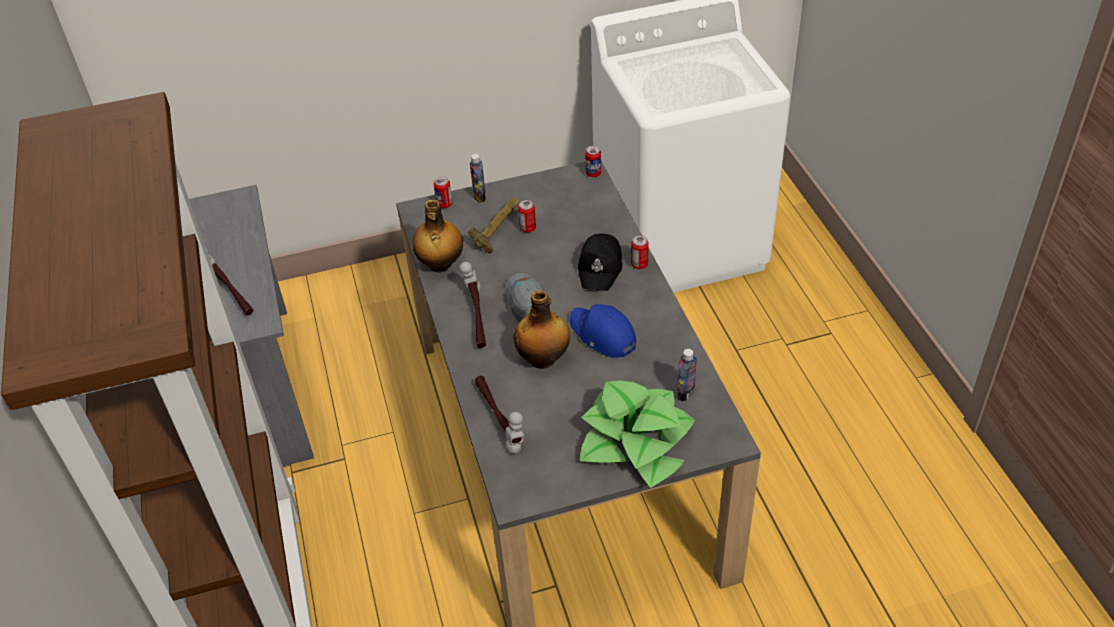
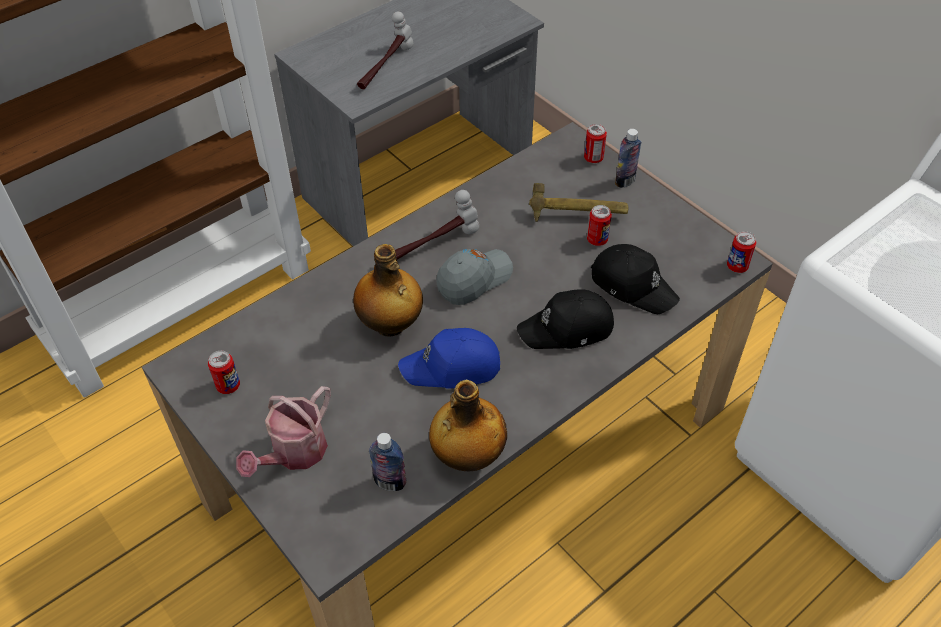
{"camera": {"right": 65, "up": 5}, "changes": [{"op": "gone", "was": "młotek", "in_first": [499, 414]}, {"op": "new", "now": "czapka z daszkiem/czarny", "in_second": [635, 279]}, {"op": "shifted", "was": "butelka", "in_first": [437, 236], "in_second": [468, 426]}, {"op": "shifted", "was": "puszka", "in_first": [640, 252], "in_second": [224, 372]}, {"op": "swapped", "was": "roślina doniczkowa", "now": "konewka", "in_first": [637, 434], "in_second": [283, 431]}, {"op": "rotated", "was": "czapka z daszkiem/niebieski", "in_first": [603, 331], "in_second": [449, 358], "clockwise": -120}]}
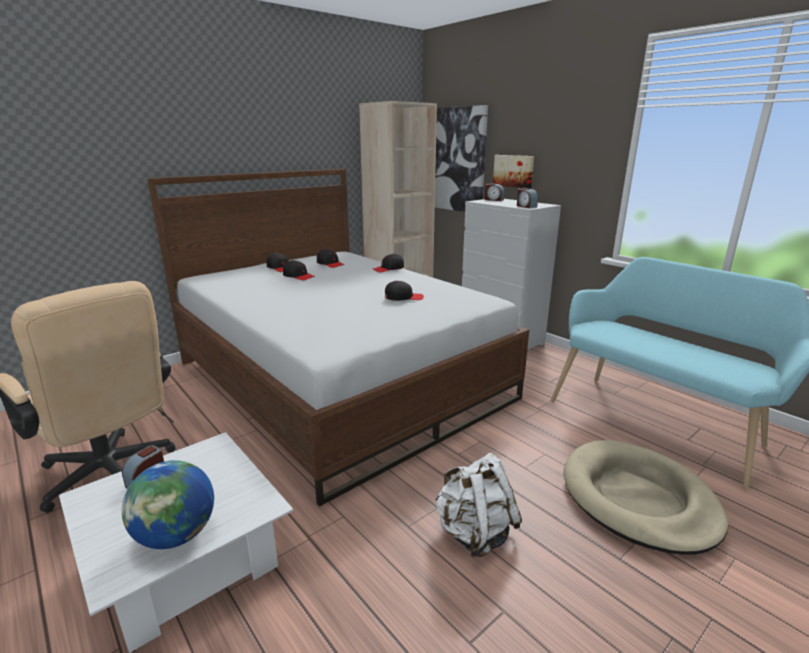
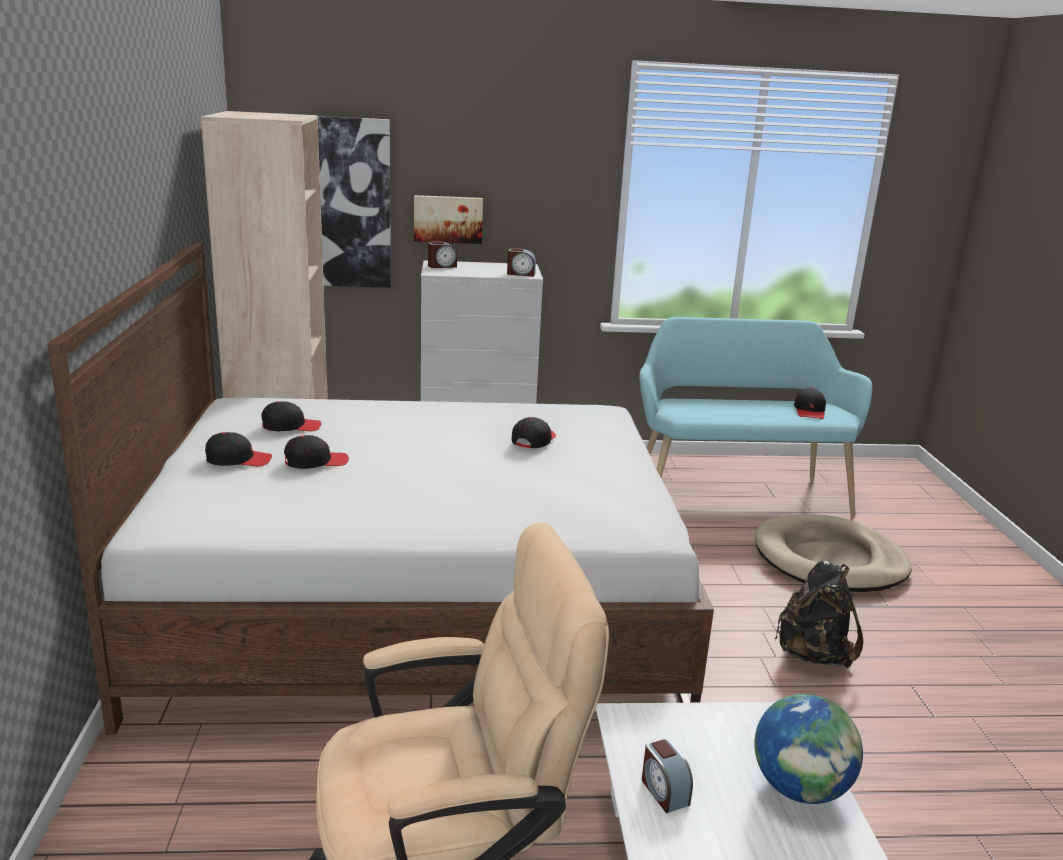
{"camera": {"right": -55, "up": 0}, "changes": [{"op": "shifted", "was": "czapka z daszkiem/czarny", "in_first": [388, 263], "in_second": [810, 403]}, {"op": "repainted", "was": "plecak/biały", "now": "plecak/czarny", "in_first": [478, 505], "in_second": [819, 614]}]}
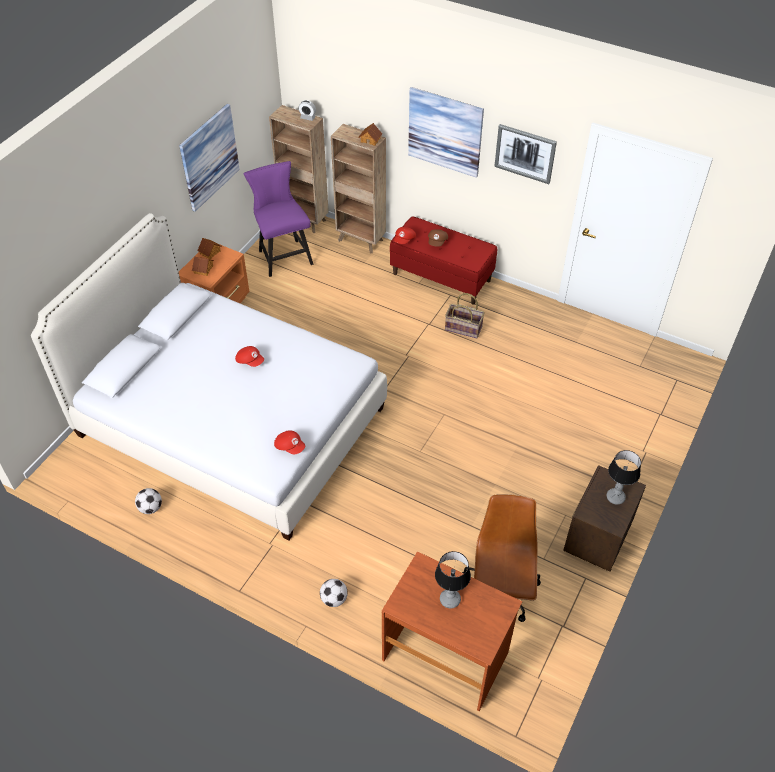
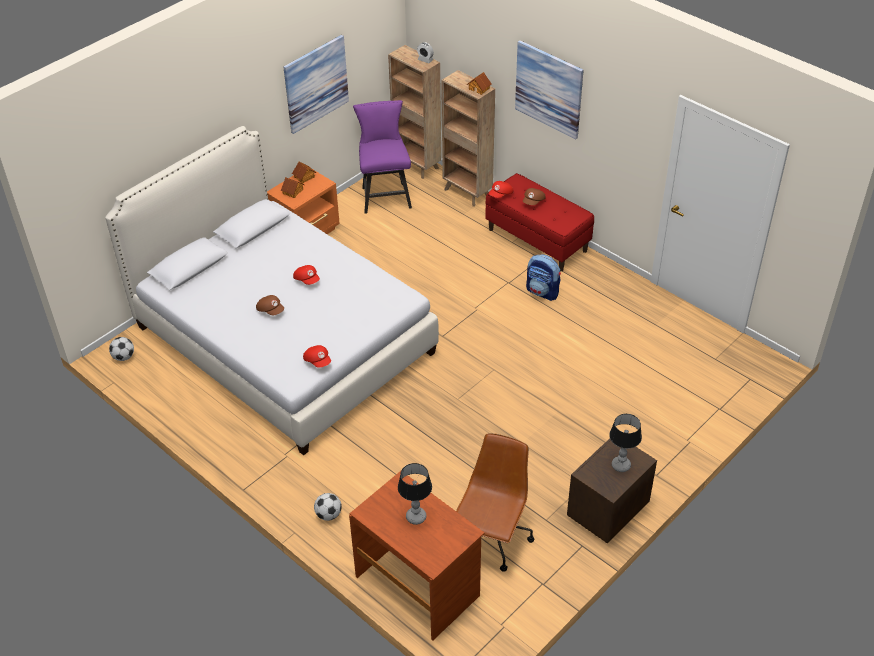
{"camera": {"right": 15, "up": -5}, "changes": [{"op": "gone", "was": "obraz", "in_first": [525, 154]}, {"op": "new", "now": "czapka z daszkiem/brązowy", "in_second": [270, 305]}, {"op": "shifted", "was": "piłka futbolowa", "in_first": [148, 501], "in_second": [121, 349]}, {"op": "swapped", "was": "koszyk", "now": "plecak", "in_first": [465, 315], "in_second": [543, 277]}]}
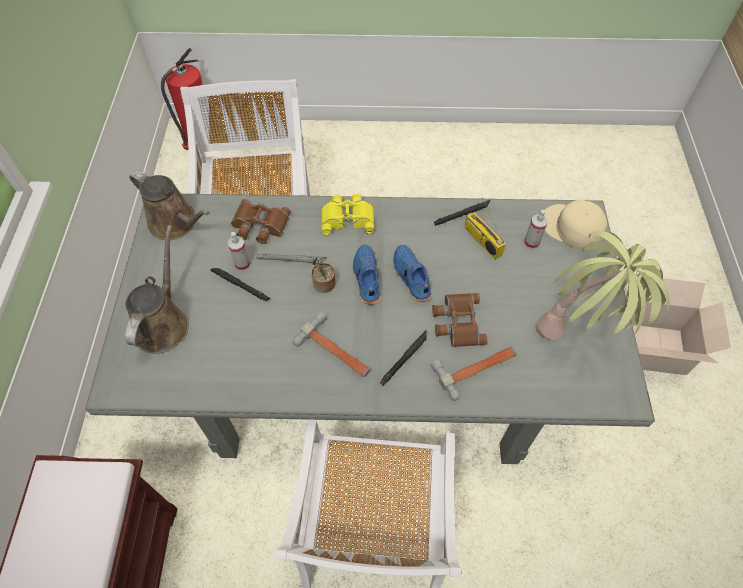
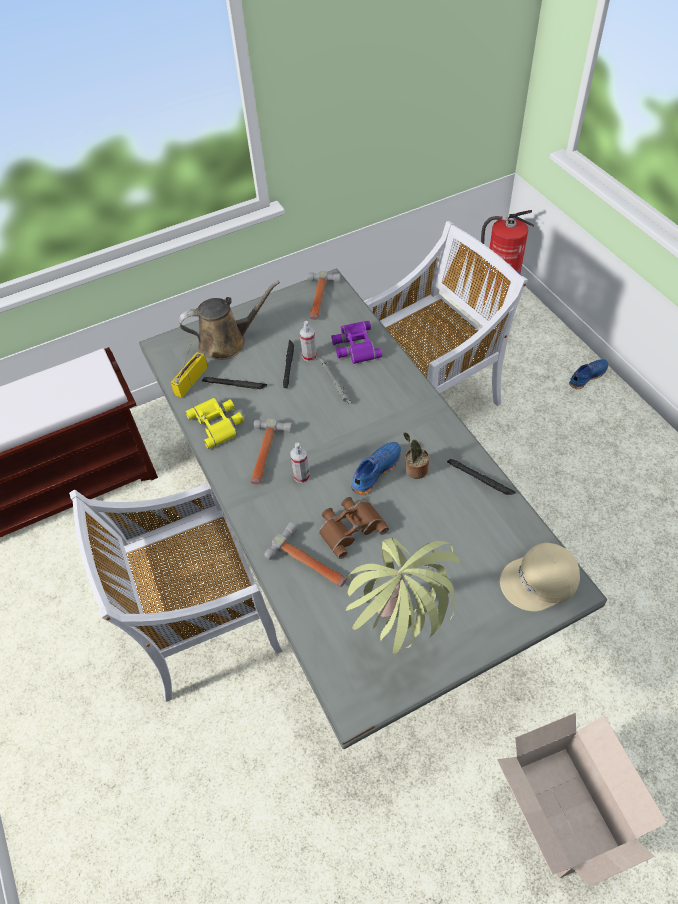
{"camera": {"right": 65, "up": -5}, "changes": [{"op": "shifted", "was": "roślina doniczkowa", "in_first": [323, 275], "in_second": [416, 455]}, {"op": "shifted", "was": "lornetka/żółty", "in_first": [347, 214], "in_second": [214, 423]}, {"op": "shifted", "was": "but/niebieski", "in_first": [367, 274], "in_second": [588, 374]}, {"op": "shifted", "was": "latarka/czarny", "in_first": [403, 358], "in_second": [234, 383]}, {"op": "shifted", "was": "radio", "in_first": [485, 228], "in_second": [189, 368]}, {"op": "shifted", "was": "spryskiwacz", "in_first": [536, 229], "in_second": [300, 463]}, {"op": "swapped", "was": "konewka/brązowy", "now": "młotek", "in_first": [169, 205], "in_second": [324, 295]}, {"op": "repainted", "was": "lornetka/brązowy", "now": "lornetka/fioletowy", "in_first": [261, 221], "in_second": [356, 342]}, {"op": "rotated", "was": "czapka z daszkiem/beżowy", "in_first": [576, 225], "in_second": [540, 577], "clockwise": -120}]}
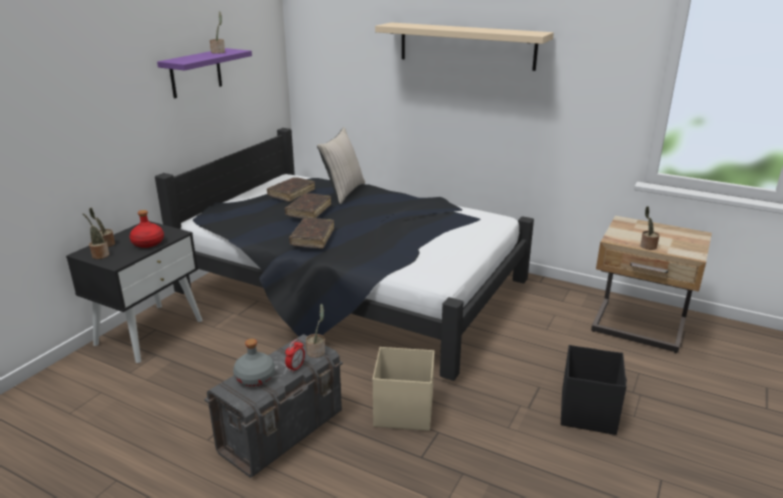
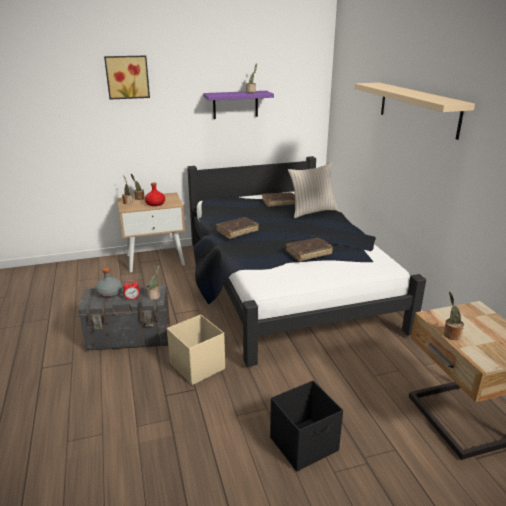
{"camera": {"right": 45, "up": 0}, "changes": [{"op": "new", "now": "obraz", "in_second": [127, 78]}, {"op": "shifted", "was": "książka/brązowy", "in_first": [308, 206], "in_second": [309, 250]}, {"op": "repainted", "was": "szafka nocna/czarny", "now": "szafka nocna/beżowy", "in_first": [134, 292], "in_second": [151, 232]}]}
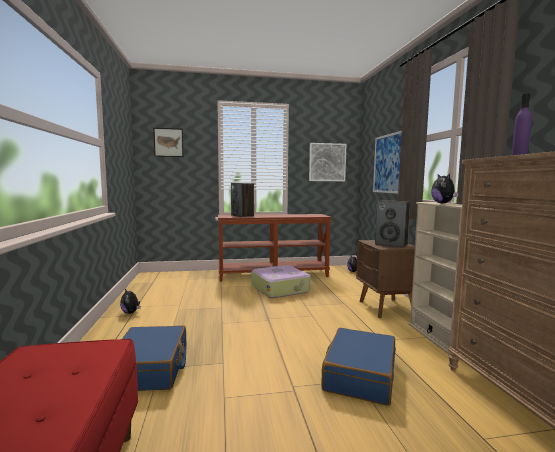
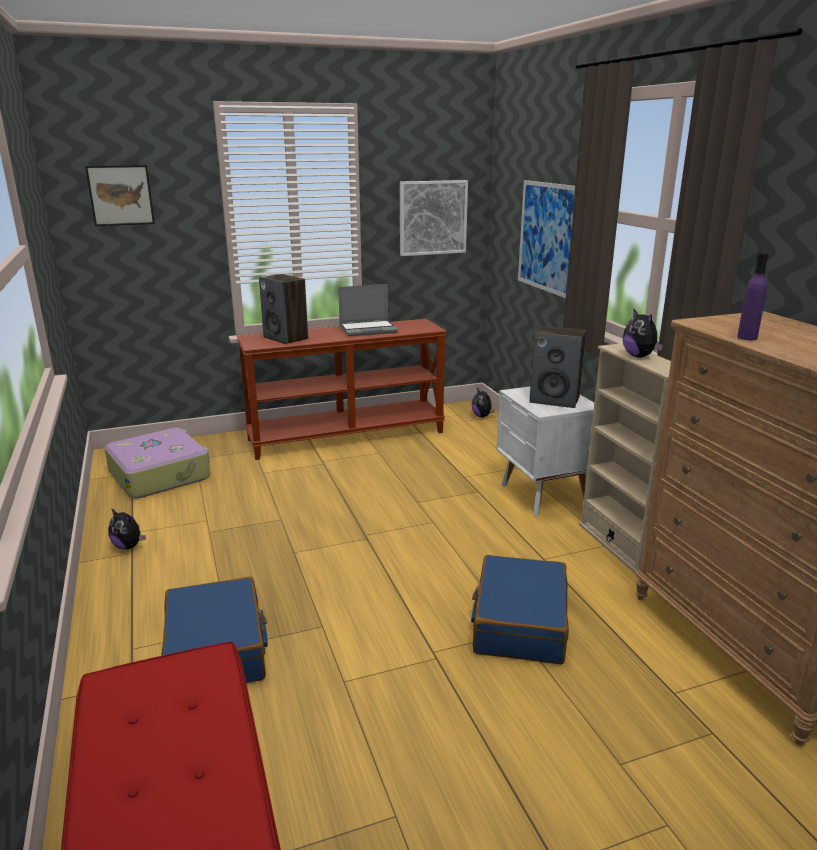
{"camera": {"right": -10, "up": 15}, "changes": [{"op": "new", "now": "laptop", "in_second": [368, 310]}, {"op": "shifted", "was": "walizka", "in_first": [280, 281], "in_second": [157, 463]}, {"op": "repainted", "was": "szafka nocna/brązowy", "now": "szafka nocna/biały", "in_first": [385, 279], "in_second": [545, 451]}]}
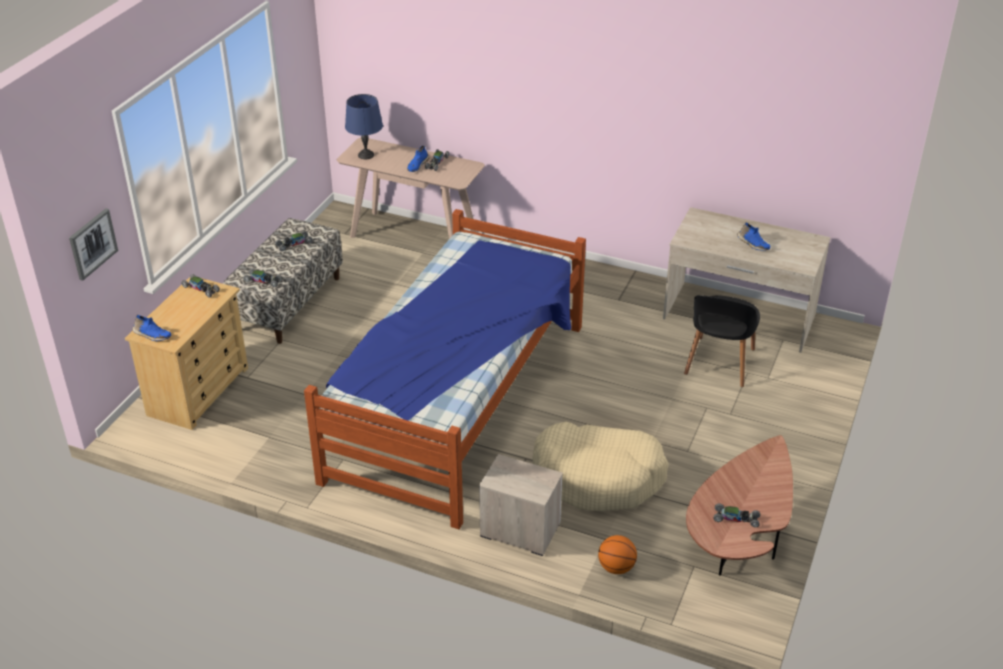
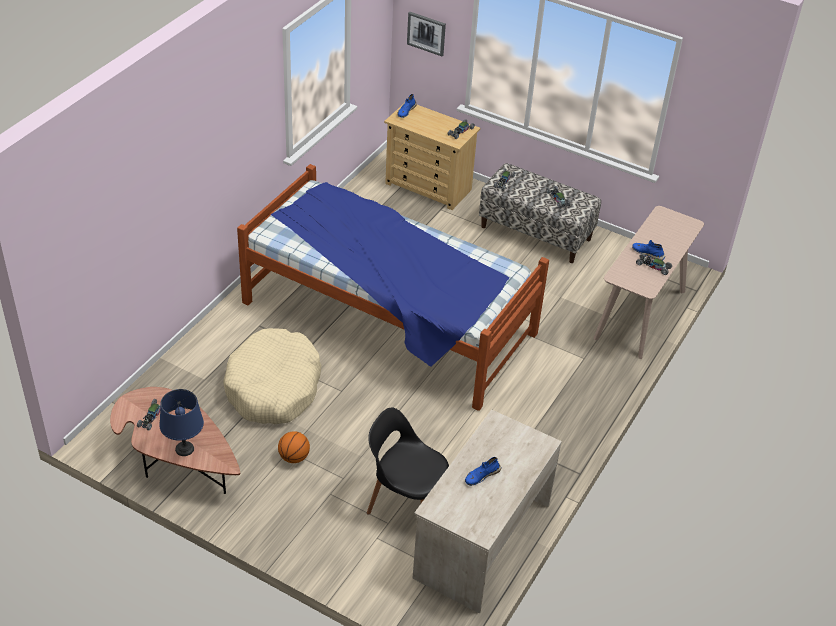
{"camera": {"right": 95, "up": 5}, "changes": [{"op": "gone", "was": "szafka nocna", "in_first": [521, 505]}, {"op": "shifted", "was": "lampa stołowa/niebieski", "in_first": [364, 126], "in_second": [181, 422]}, {"op": "shifted", "was": "piłka do koszykówki", "in_first": [617, 554], "in_second": [294, 447]}]}
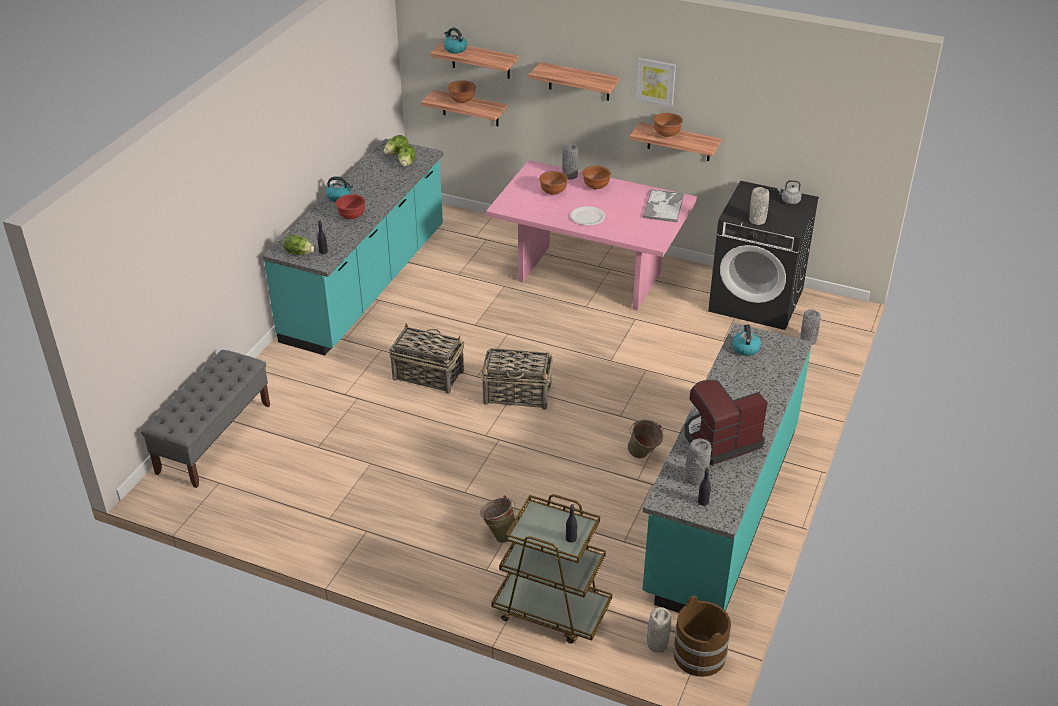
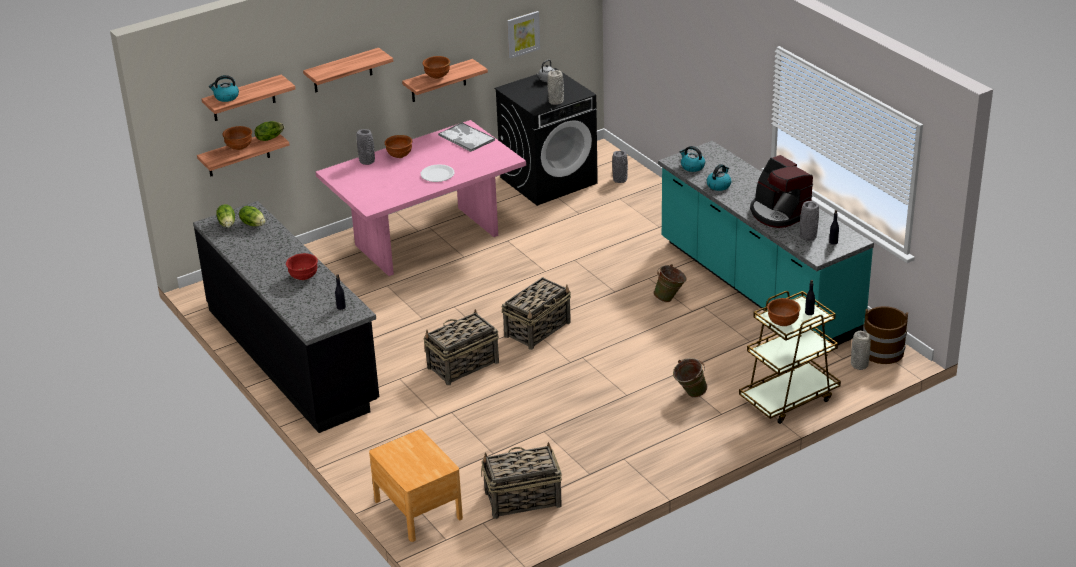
{"camera": {"right": -55, "up": -5}, "changes": [{"op": "new", "now": "koszyk", "in_second": [521, 480]}, {"op": "shifted", "was": "sałata", "in_first": [298, 245], "in_second": [269, 131]}, {"op": "shifted", "was": "czajnik", "in_first": [339, 189], "in_second": [719, 177]}, {"op": "shifted", "was": "miska/brązowy", "in_first": [553, 183], "in_second": [784, 312]}, {"op": "shifted", "was": "obraz", "in_first": [655, 82], "in_second": [523, 35]}, {"op": "swapped", "was": "ławka/szary", "now": "szafka nocna/brązowy", "in_first": [205, 419], "in_second": [416, 485]}, {"op": "repainted", "was": "zabudowa kuchenna/turkusowy", "now": "zabudowa kuchenna/czarny", "in_first": [353, 247], "in_second": [286, 317]}, {"op": "rotated", "was": "ekspres do kawy", "in_first": [726, 422], "in_second": [781, 191], "clockwise": -45}]}
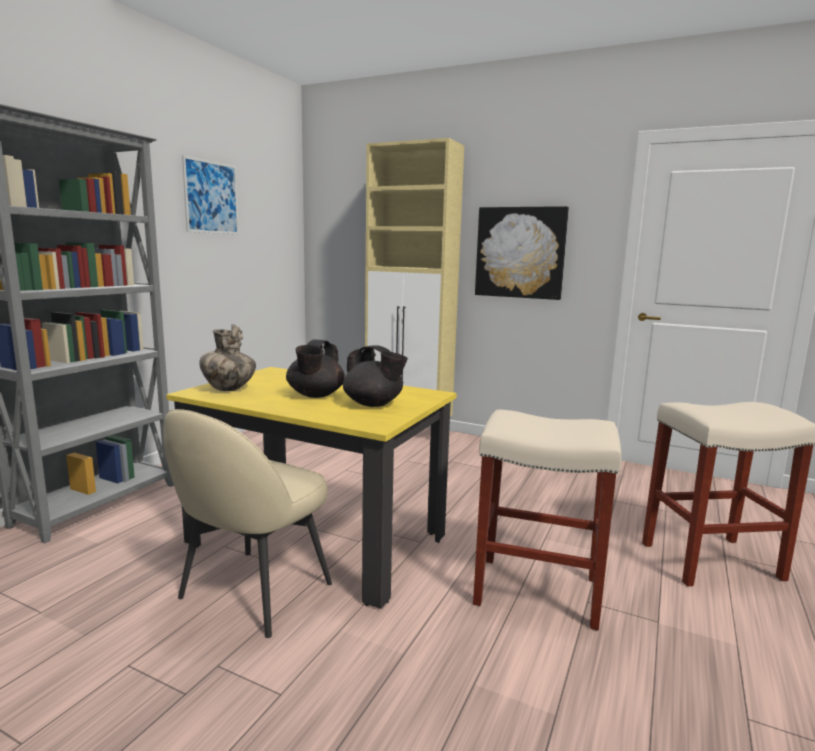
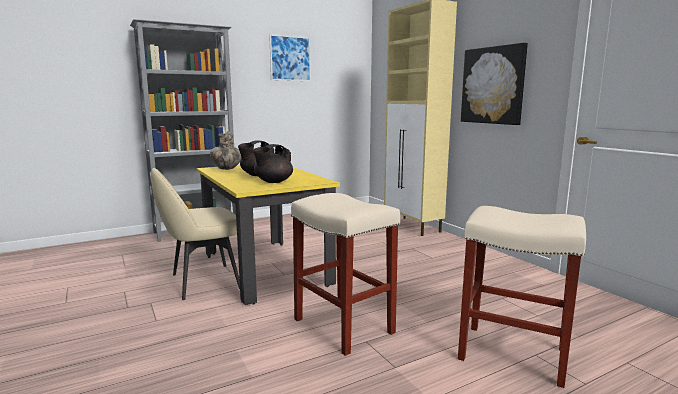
{"camera": {"right": 35, "up": 0}, "changes": [{"op": "rotated", "was": "imbryk/czarny", "in_first": [375, 376], "in_second": [273, 163], "clockwise": 60}]}
